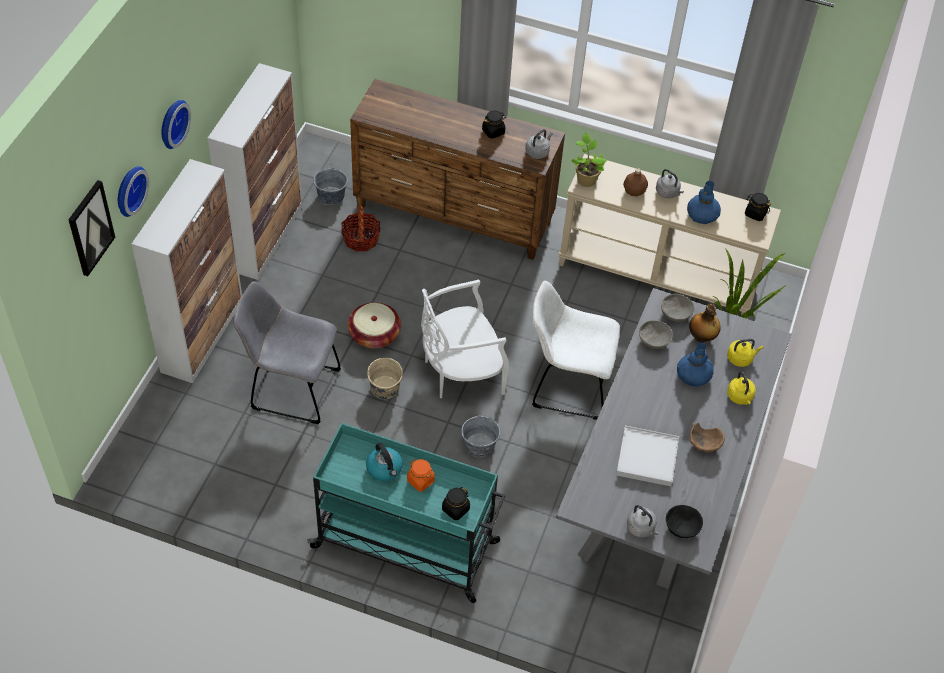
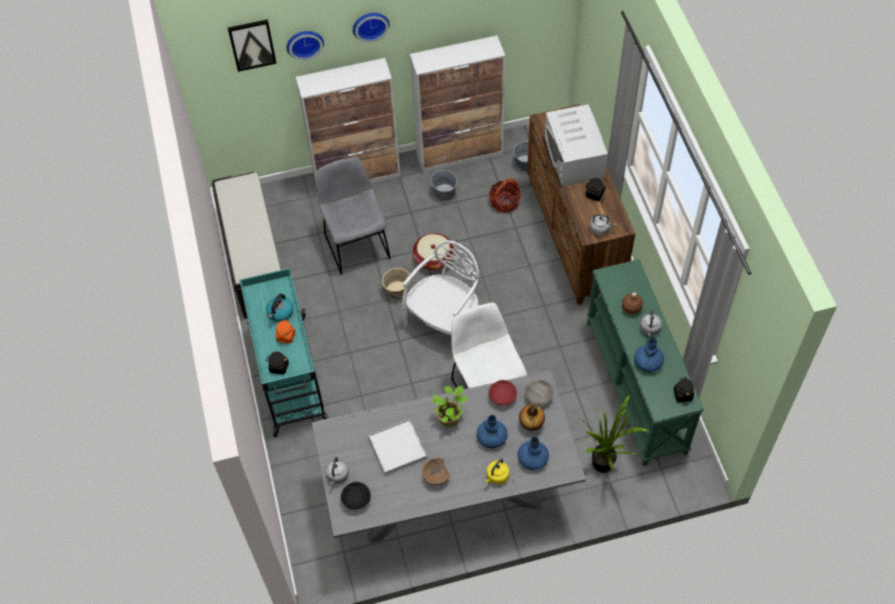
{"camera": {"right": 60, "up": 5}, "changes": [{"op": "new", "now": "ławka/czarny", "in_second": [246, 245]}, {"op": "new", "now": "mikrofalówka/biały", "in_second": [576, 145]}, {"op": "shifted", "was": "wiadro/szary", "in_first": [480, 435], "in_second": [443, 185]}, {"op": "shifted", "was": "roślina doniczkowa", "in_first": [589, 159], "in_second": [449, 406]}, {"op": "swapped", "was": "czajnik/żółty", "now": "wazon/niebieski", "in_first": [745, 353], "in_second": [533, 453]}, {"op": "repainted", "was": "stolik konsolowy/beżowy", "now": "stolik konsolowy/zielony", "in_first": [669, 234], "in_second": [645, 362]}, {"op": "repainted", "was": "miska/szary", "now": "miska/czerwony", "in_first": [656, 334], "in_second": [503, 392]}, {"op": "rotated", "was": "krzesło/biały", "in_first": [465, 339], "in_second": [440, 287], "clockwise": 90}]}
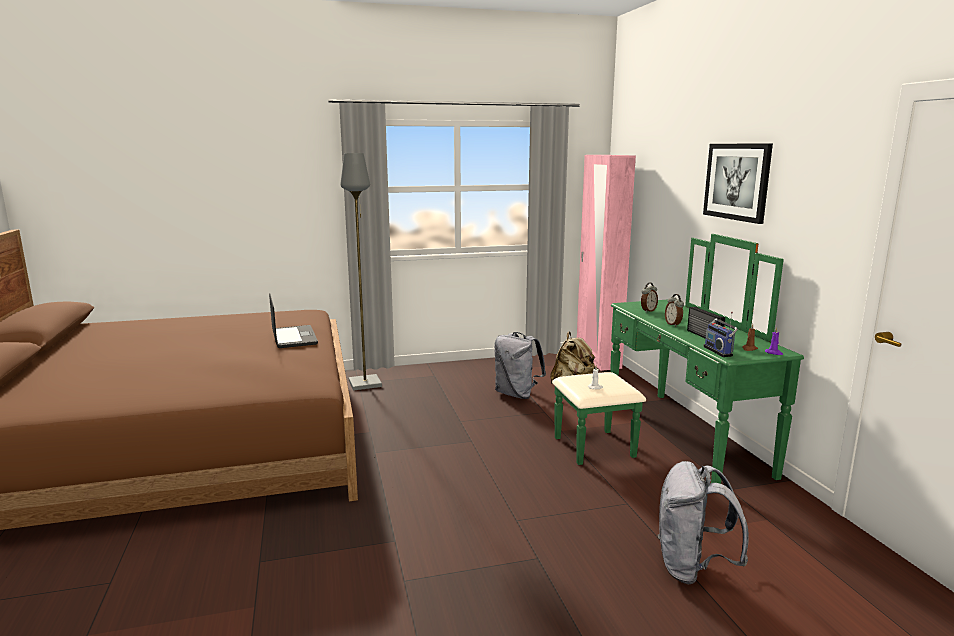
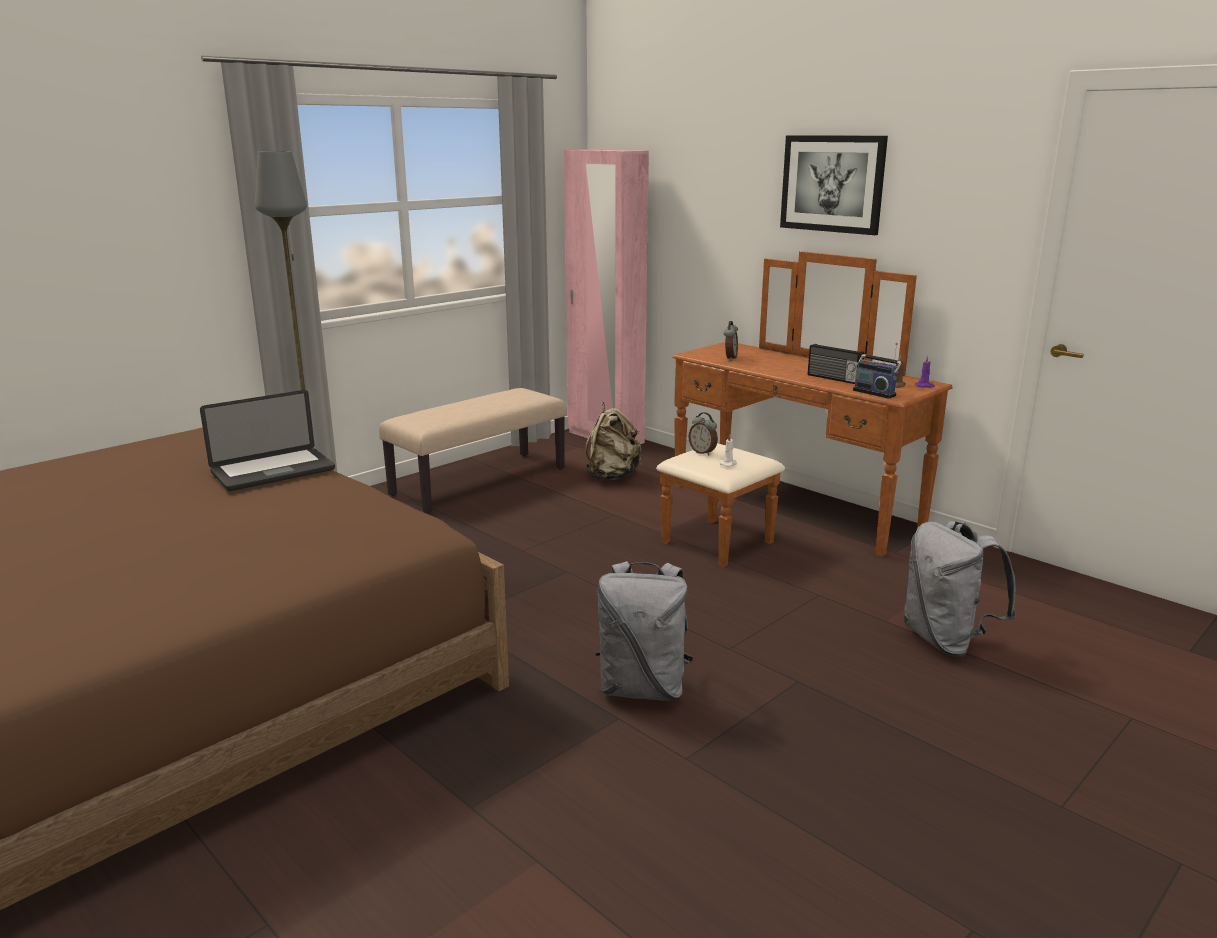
{"camera": {"right": -30, "up": 5}, "changes": [{"op": "new", "now": "ławka/beżowy", "in_second": [473, 450]}, {"op": "shifted", "was": "plecak/szary", "in_first": [520, 365], "in_second": [644, 631]}, {"op": "shifted", "was": "budzik", "in_first": [674, 310], "in_second": [703, 434]}, {"op": "repainted", "was": "komoda/zielony", "now": "komoda/brązowy", "in_first": [678, 359], "in_second": [804, 409]}, {"op": "rotated", "was": "laptop", "in_first": [293, 320], "in_second": [267, 440], "clockwise": 105}]}
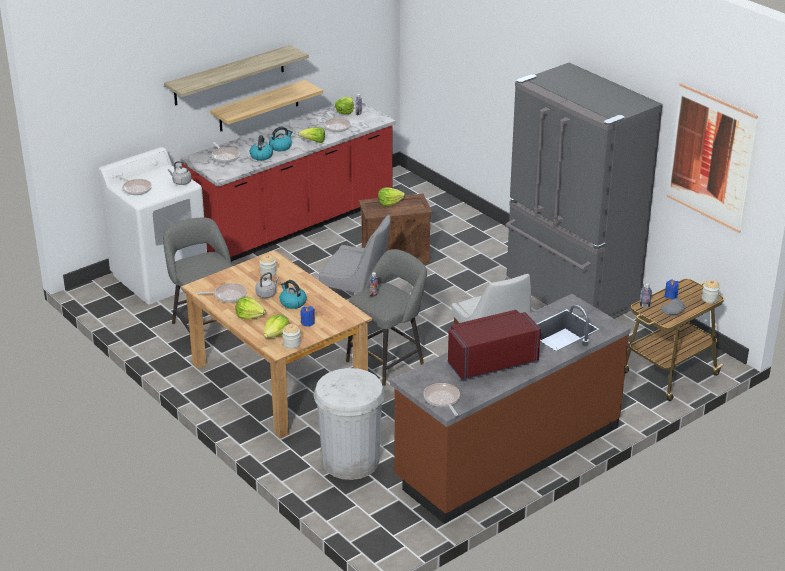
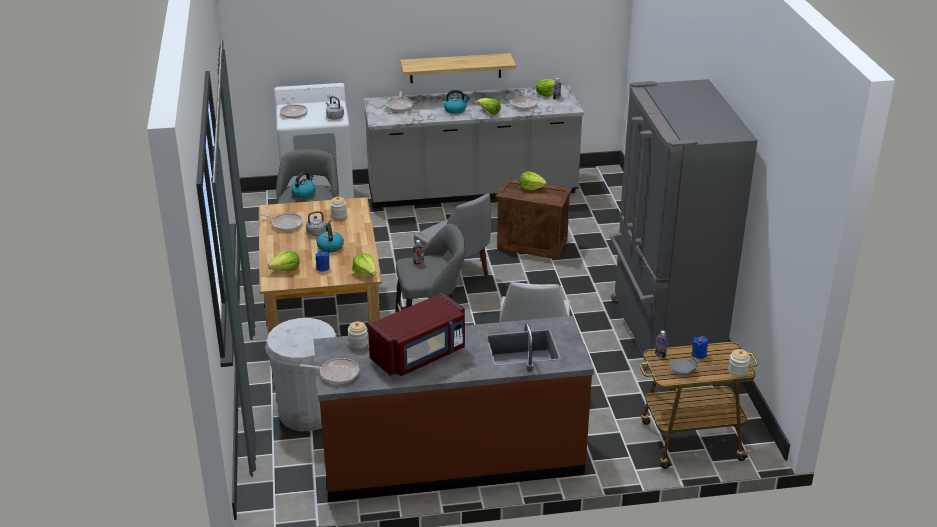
{"camera": {"right": 30, "up": 0}, "changes": [{"op": "gone", "was": "półka", "in_first": [236, 75]}, {"op": "gone", "was": "obraz", "in_first": [712, 158]}, {"op": "shifted", "was": "sałata", "in_first": [251, 308], "in_second": [364, 265]}, {"op": "shifted", "was": "czajnik", "in_first": [261, 148], "in_second": [303, 185]}, {"op": "shifted", "was": "słoik", "in_first": [291, 336], "in_second": [358, 335]}, {"op": "repainted", "was": "zabudowa kuchenna/czerwony", "now": "zabudowa kuchenna/szary", "in_first": [288, 180], "in_second": [473, 146]}, {"op": "rotated", "was": "patelnia", "in_first": [441, 399], "in_second": [329, 371], "clockwise": 90}, {"op": "rotated", "was": "mikrofalówka/czerwony", "in_first": [494, 345], "in_second": [416, 334], "clockwise": 135}]}
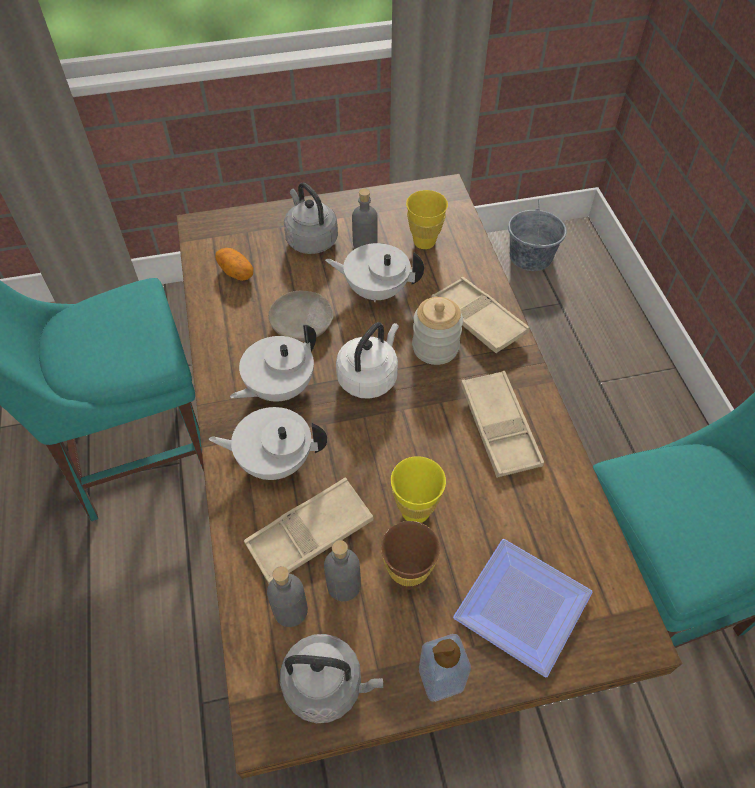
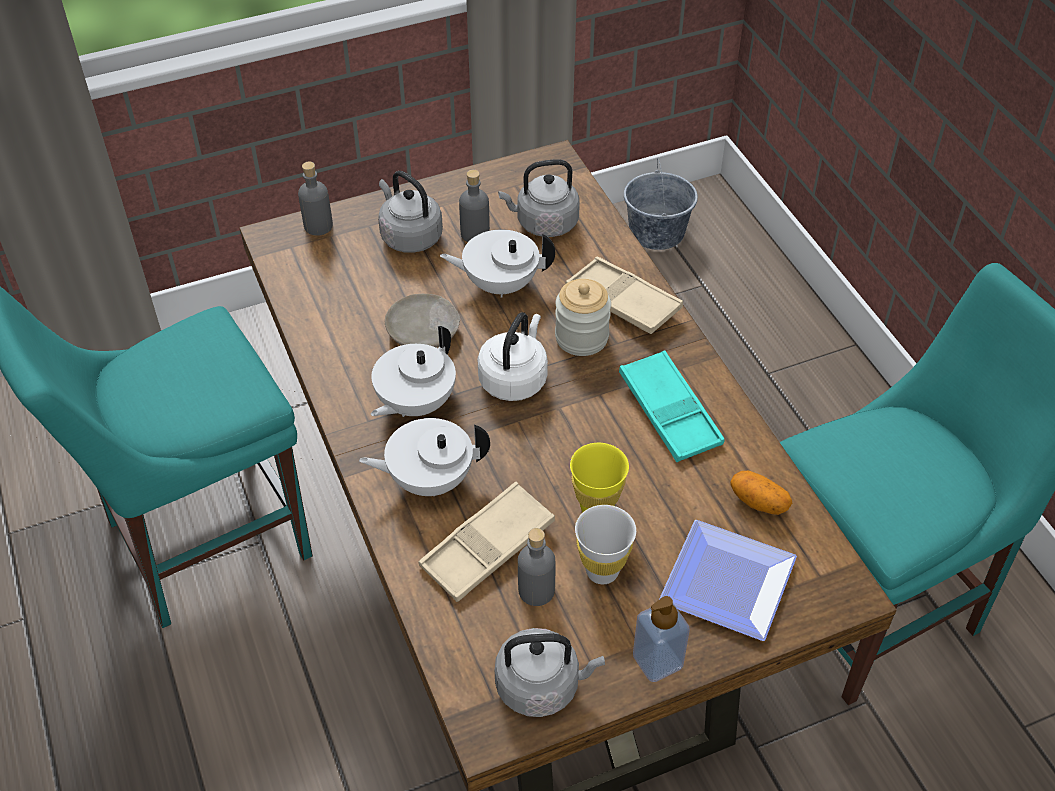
{"camera": {"right": -10, "up": -5}, "changes": [{"op": "shifted", "was": "ziemniak", "in_first": [234, 264], "in_second": [761, 493]}, {"op": "shifted", "was": "butelka/szary", "in_first": [287, 596], "in_second": [315, 199]}, {"op": "swapped", "was": "filiżanka/żółty", "now": "czajnik/szary", "in_first": [427, 219], "in_second": [539, 198]}, {"op": "repainted", "was": "filiżanka/brązowy", "now": "filiżanka/biały", "in_first": [410, 555], "in_second": [605, 544]}, {"op": "repainted", "was": "taca/beżowy", "now": "taca/turkusowy", "in_first": [502, 424], "in_second": [671, 406]}]}
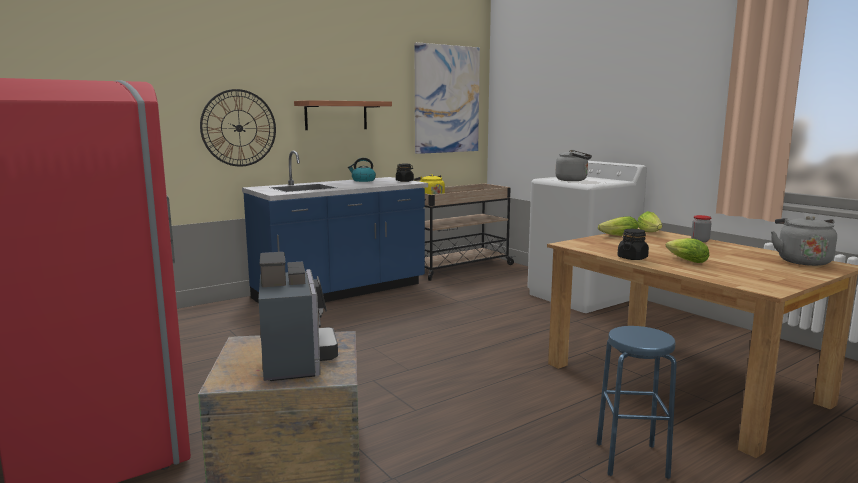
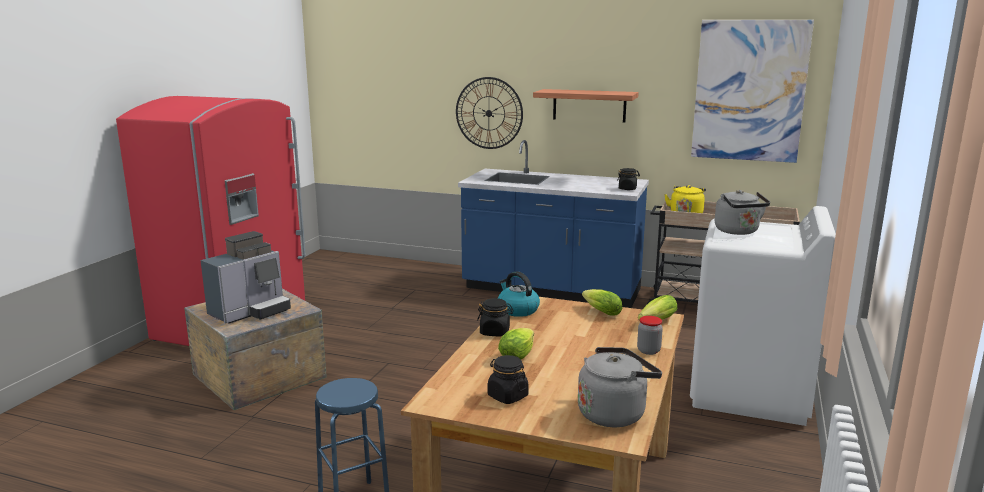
{"camera": {"right": 55, "up": 5}, "changes": [{"op": "new", "now": "słoik/czarny", "in_second": [508, 379]}, {"op": "shifted", "was": "czajnik", "in_first": [362, 170], "in_second": [519, 294]}]}
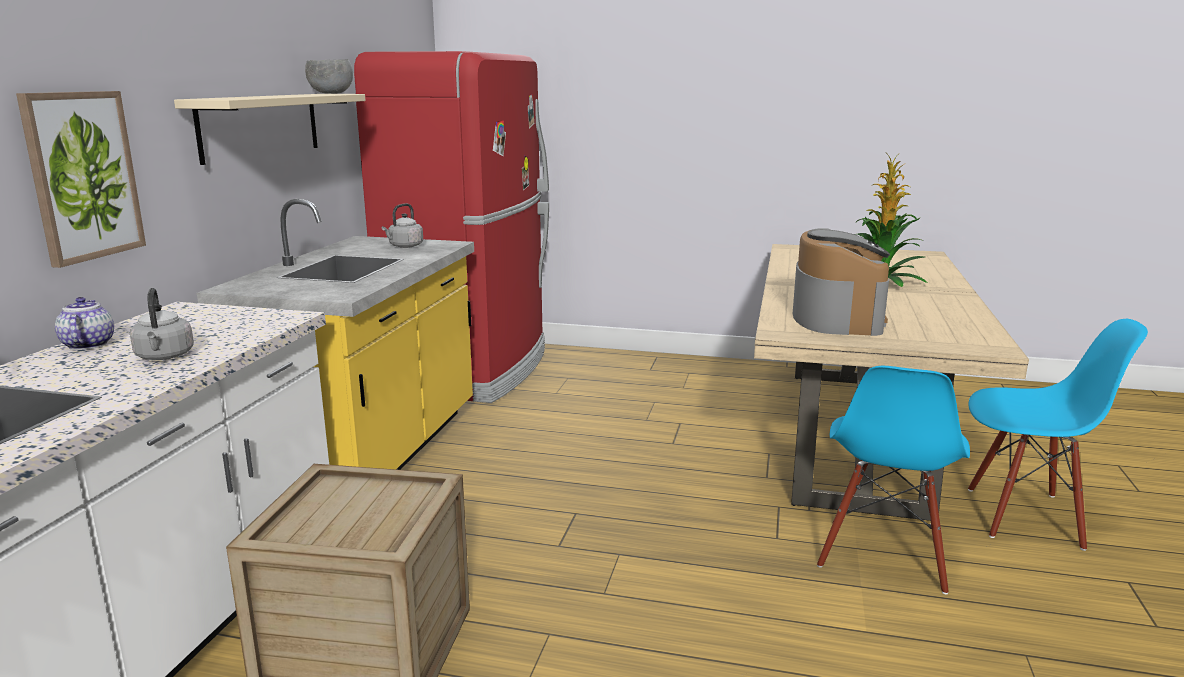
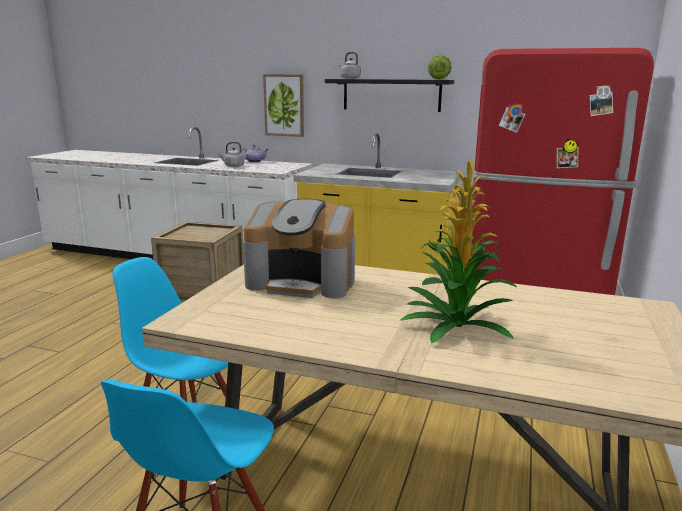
{"camera": {"right": 95, "up": 0}, "changes": [{"op": "shifted", "was": "czajnik/szary", "in_first": [402, 225], "in_second": [350, 65]}, {"op": "swapped", "was": "miska/szary", "now": "sałata", "in_first": [329, 76], "in_second": [440, 67]}, {"op": "repainted", "was": "półka/beżowy", "now": "półka/czarny", "in_first": [269, 129], "in_second": [389, 95]}]}
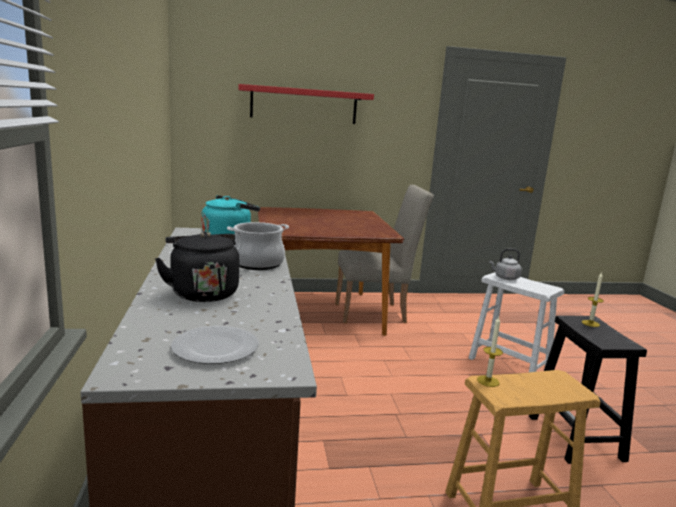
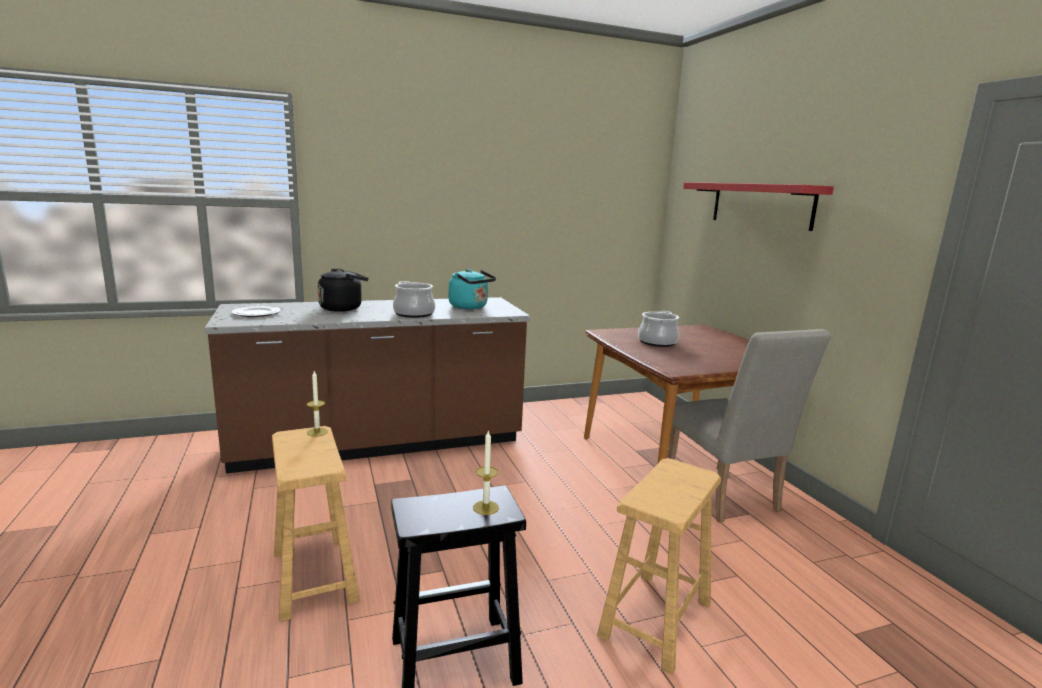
{"camera": {"right": 80, "up": 0}, "changes": [{"op": "gone", "was": "czajnik/szary", "in_first": [505, 264]}, {"op": "new", "now": "garnek", "in_second": [658, 329]}, {"op": "repainted", "was": "stołek/biały", "now": "stołek/brązowy", "in_first": [517, 322], "in_second": [659, 566]}]}
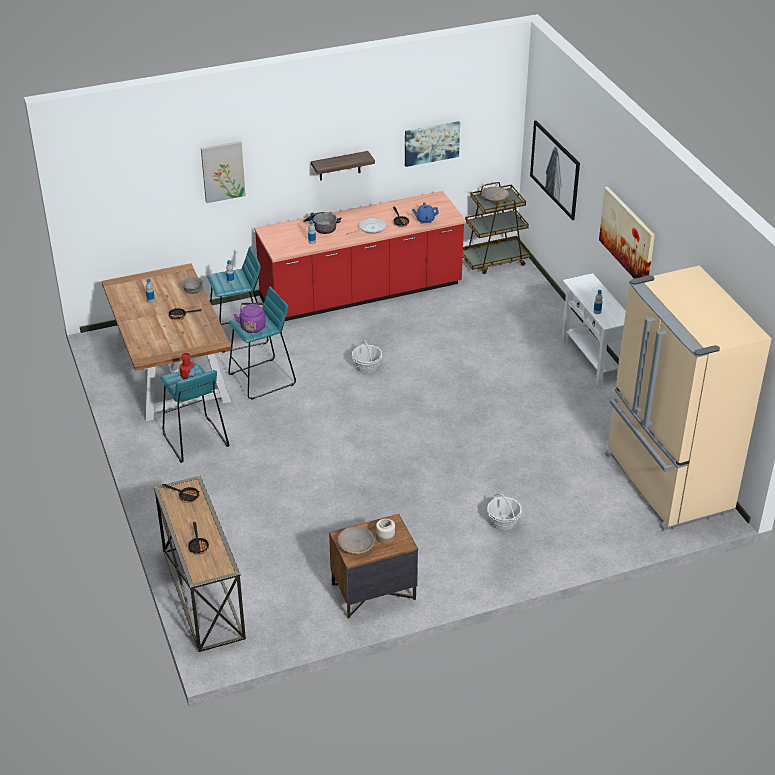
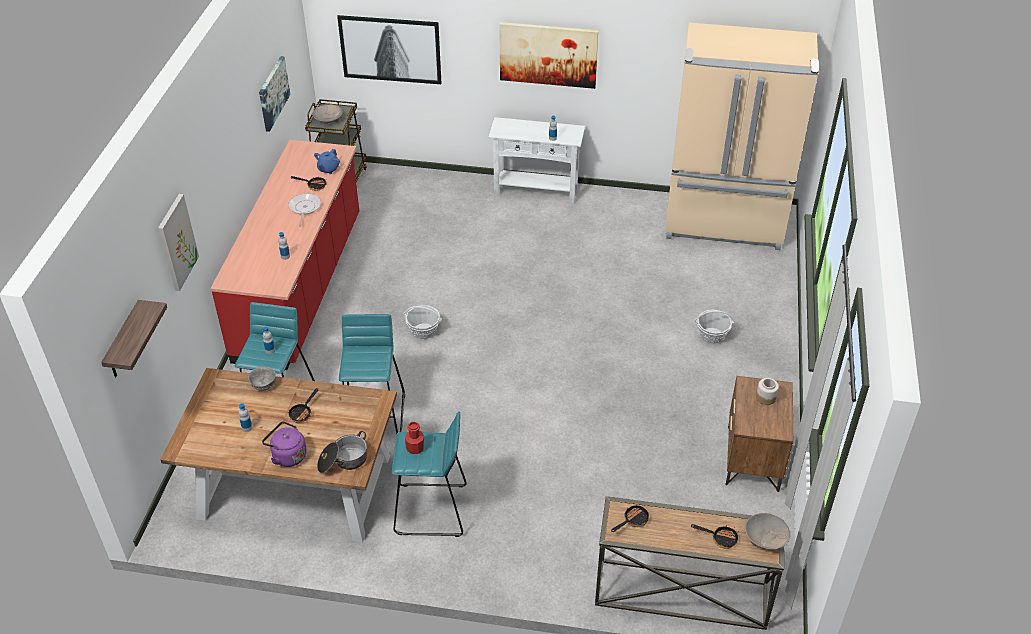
{"camera": {"right": -60, "up": 5}, "changes": [{"op": "shifted", "was": "czajnik/fioletowy", "in_first": [250, 318], "in_second": [284, 444]}, {"op": "shifted", "was": "garnek", "in_first": [322, 223], "in_second": [342, 452]}, {"op": "shifted", "was": "półka", "in_first": [343, 165], "in_second": [134, 338]}, {"op": "shifted", "was": "miska/beżowy", "in_first": [356, 541], "in_second": [768, 531]}]}
